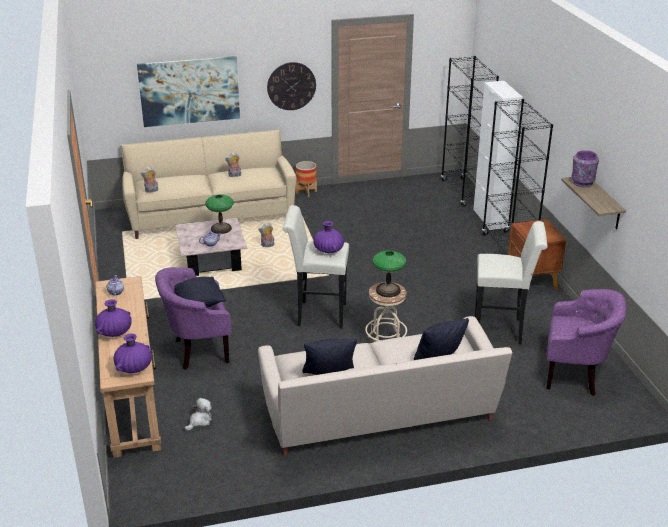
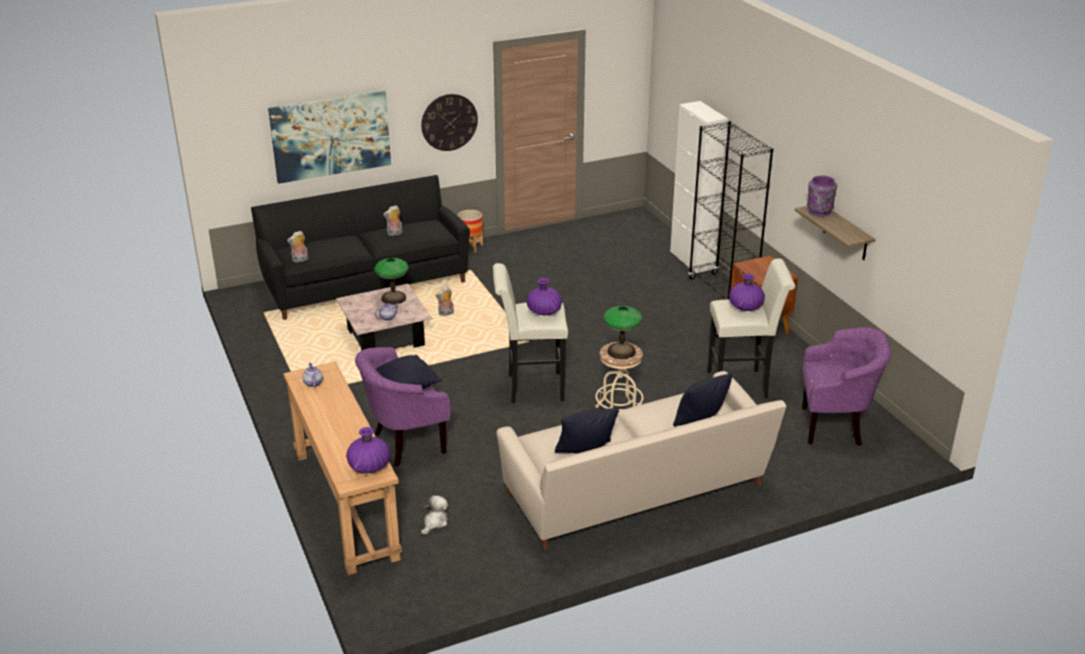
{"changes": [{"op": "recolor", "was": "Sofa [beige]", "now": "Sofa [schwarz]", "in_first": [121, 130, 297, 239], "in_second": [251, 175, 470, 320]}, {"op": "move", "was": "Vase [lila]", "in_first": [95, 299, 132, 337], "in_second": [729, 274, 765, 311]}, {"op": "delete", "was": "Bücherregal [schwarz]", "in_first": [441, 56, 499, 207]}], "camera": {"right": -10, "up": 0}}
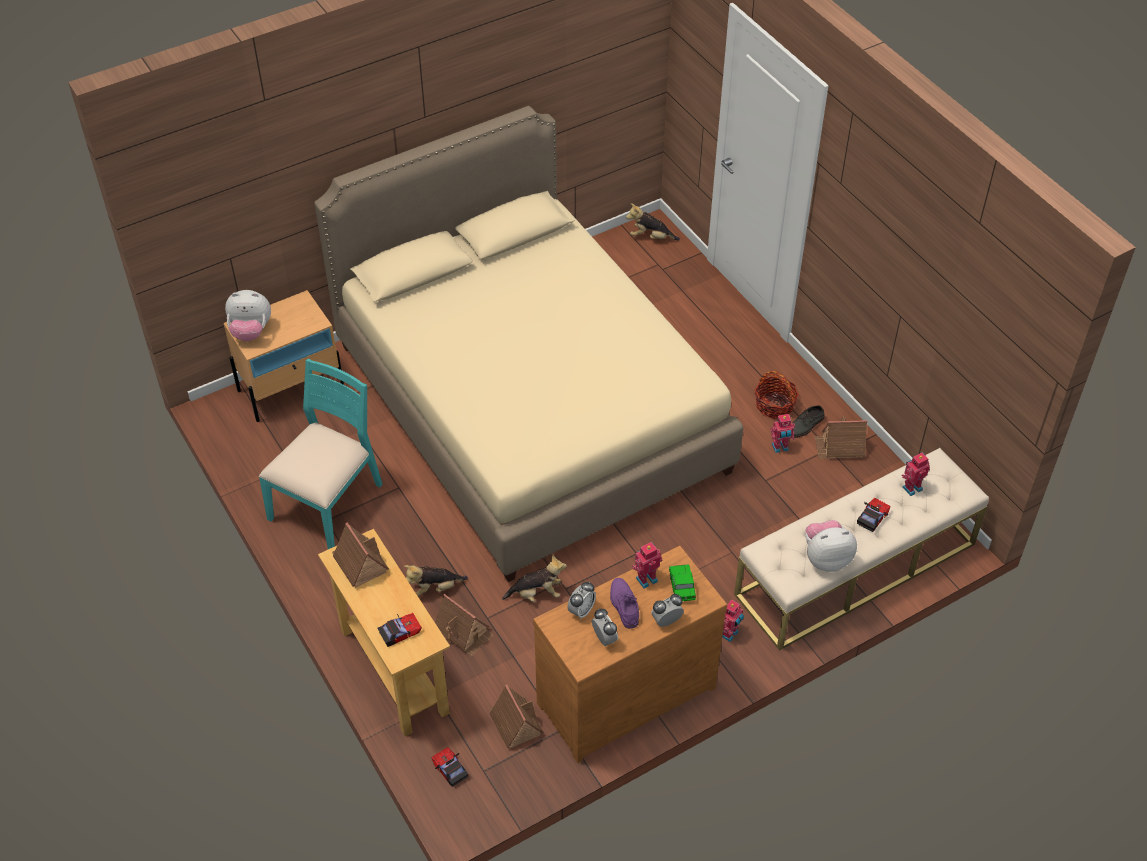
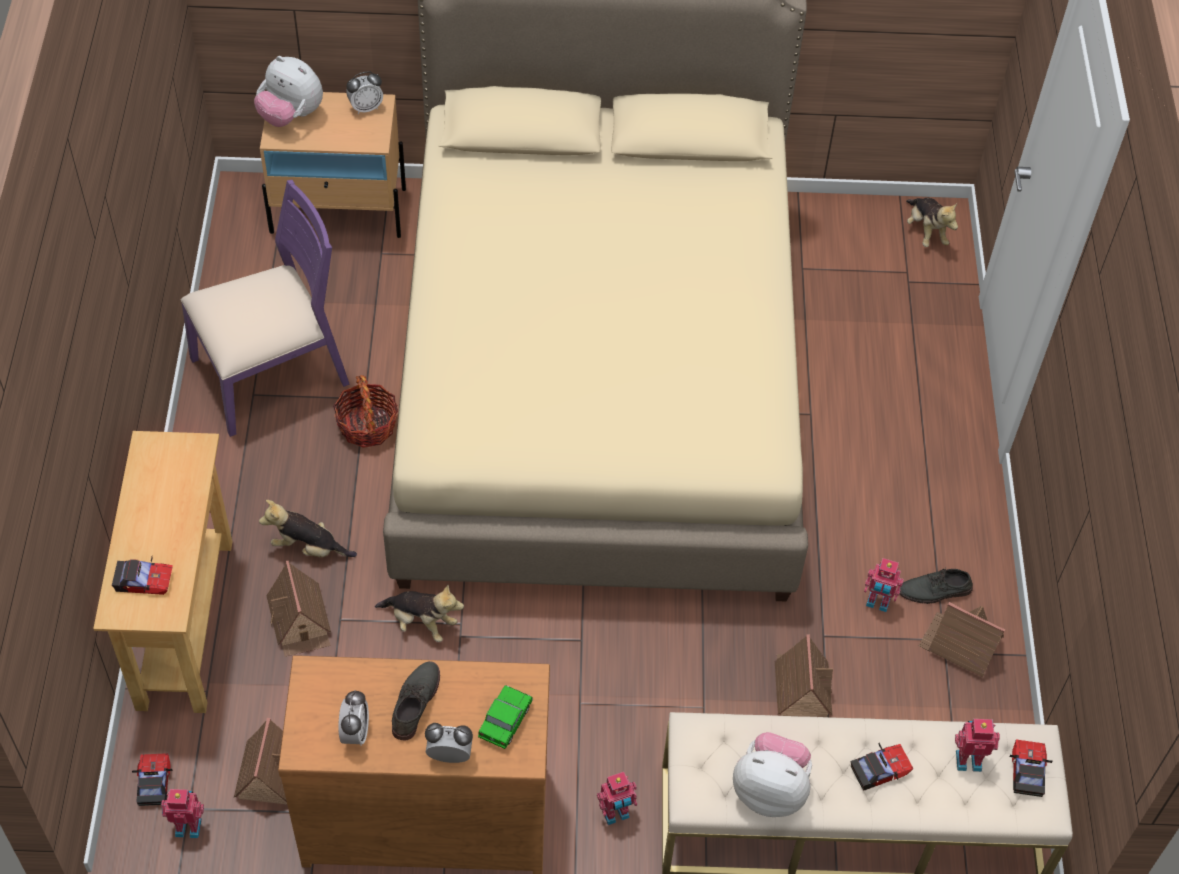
{"changes": [{"op": "move", "was": "Spielzeugroboter", "in_first": [632, 542, 662, 588], "in_second": [161, 789, 204, 838]}, {"op": "recolor", "was": "Stuhl [türkis]", "now": "Stuhl [lila]", "in_first": [259, 359, 383, 549], "in_second": [181, 180, 350, 437]}, {"op": "move", "was": "Korb", "in_first": [755, 371, 799, 419], "in_second": [333, 375, 398, 448]}, {"op": "move", "was": "Wecker", "in_first": [567, 581, 596, 619], "in_second": [346, 71, 383, 114]}, {"op": "recolor", "was": "Schuh [lila]", "now": "Schuh [grau]", "in_first": [610, 578, 639, 629], "in_second": [392, 661, 440, 740]}, {"op": "move", "was": "Spielzeughaus", "in_first": [332, 522, 389, 588], "in_second": [775, 634, 833, 717]}, {"op": "rotate", "was": "Plüschtier", "in_first": [626, 203, 680, 240], "in_second": [906, 198, 958, 247], "clockwise": -150}, {"op": "insert", "now": "Spielzeugauto", "in_second": [1010, 740, 1053, 797]}], "camera": {"right": 30, "up": 5}}
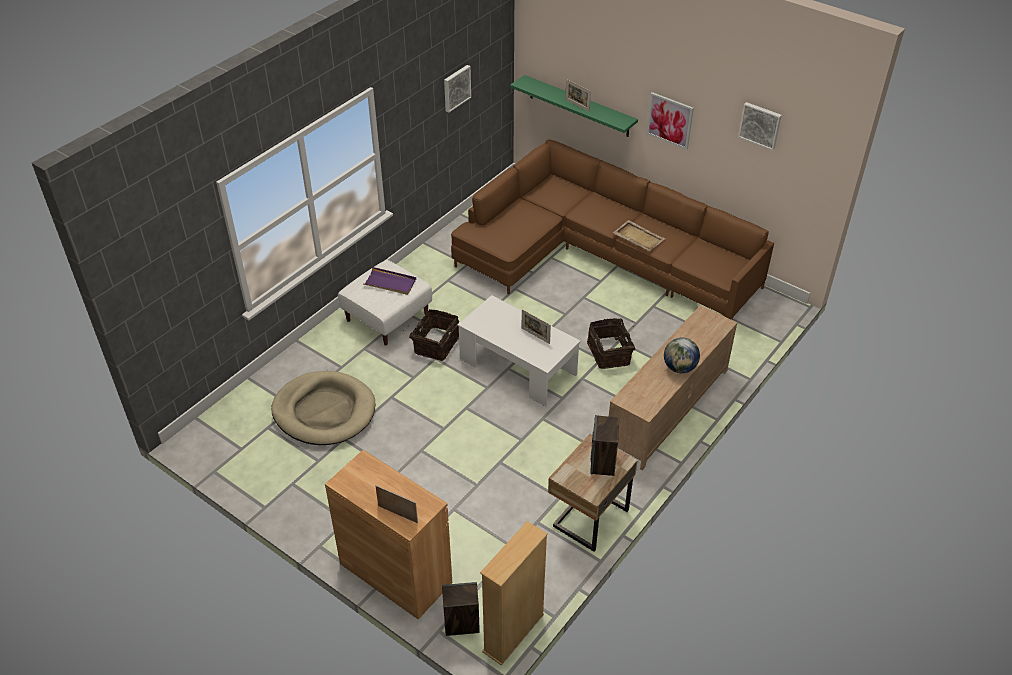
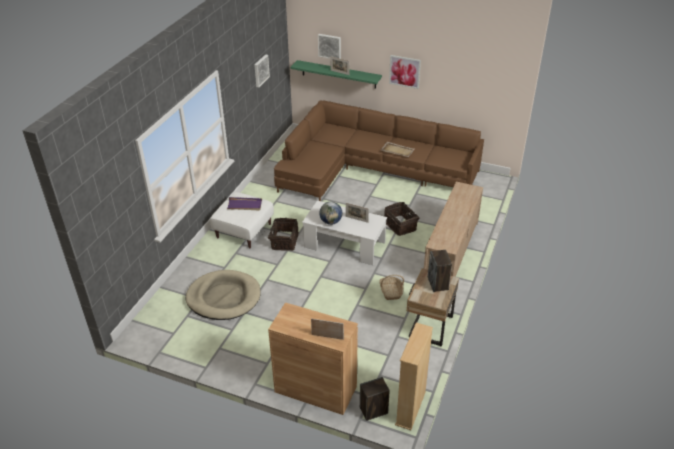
{"changes": [{"op": "move", "was": "Bild", "in_first": [738, 102, 782, 150], "in_second": [318, 34, 341, 59]}, {"op": "move", "was": "Globus", "in_first": [664, 337, 700, 373], "in_second": [319, 202, 342, 225]}, {"op": "insert", "now": "Korb", "in_second": [379, 275, 404, 300]}], "camera": {"right": -15, "up": -5}}
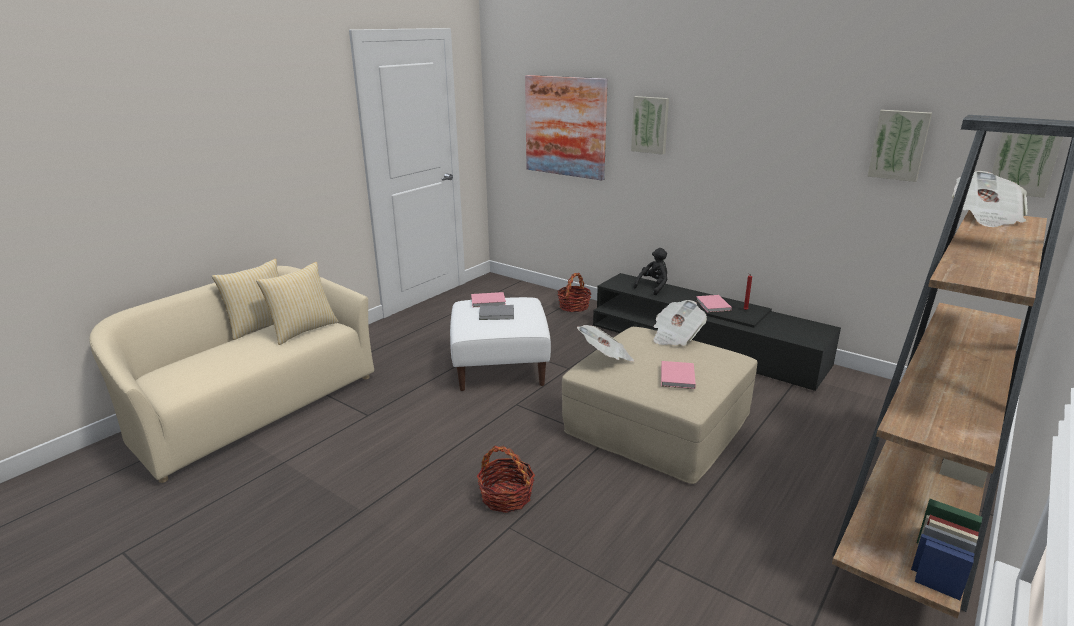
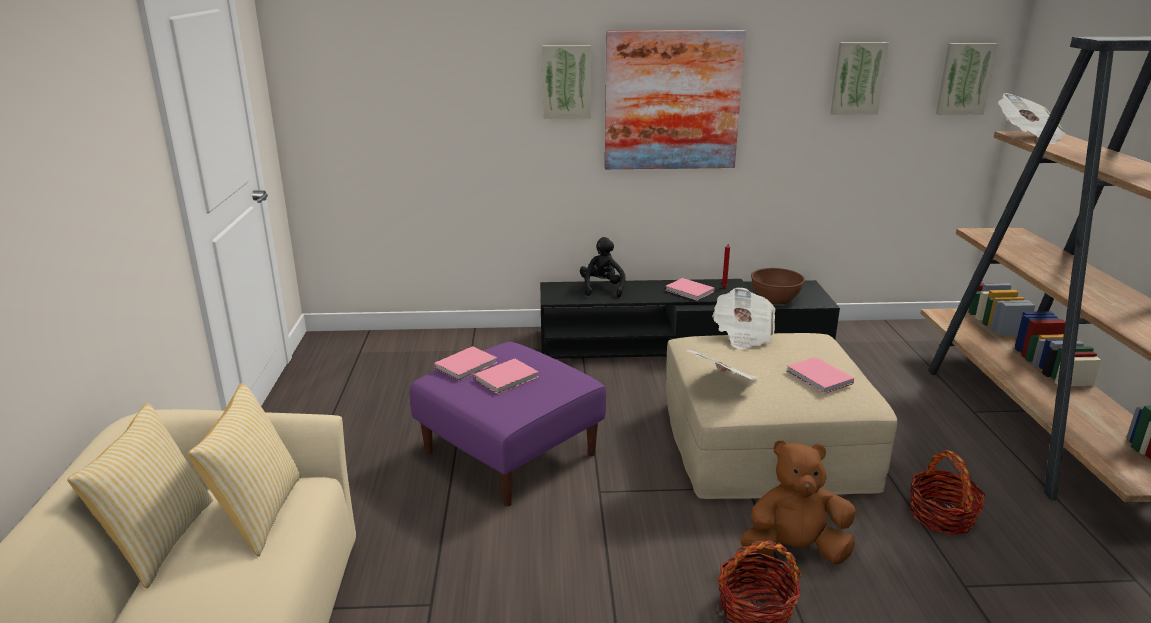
{"changes": [{"op": "recolor", "was": "Polsterhocker [weiß]", "now": "Polsterhocker [lila]", "in_first": [450, 297, 551, 391], "in_second": [409, 342, 606, 506]}, {"op": "recolor", "was": "Buch [grau]", "now": "Buch [rosa]", "in_first": [479, 305, 514, 320], "in_second": [474, 359, 539, 394]}, {"op": "move", "was": "Bild", "in_first": [525, 75, 608, 180], "in_second": [605, 30, 746, 169]}, {"op": "insert", "now": "Plüschtier [braun]", "in_second": [740, 440, 856, 564]}, {"op": "insert", "now": "Schüssel [braun]", "in_second": [751, 268, 805, 304]}, {"op": "move", "was": "Korb", "in_first": [558, 273, 591, 312], "in_second": [910, 450, 985, 535]}], "camera": {"right": -40, "up": 0}}
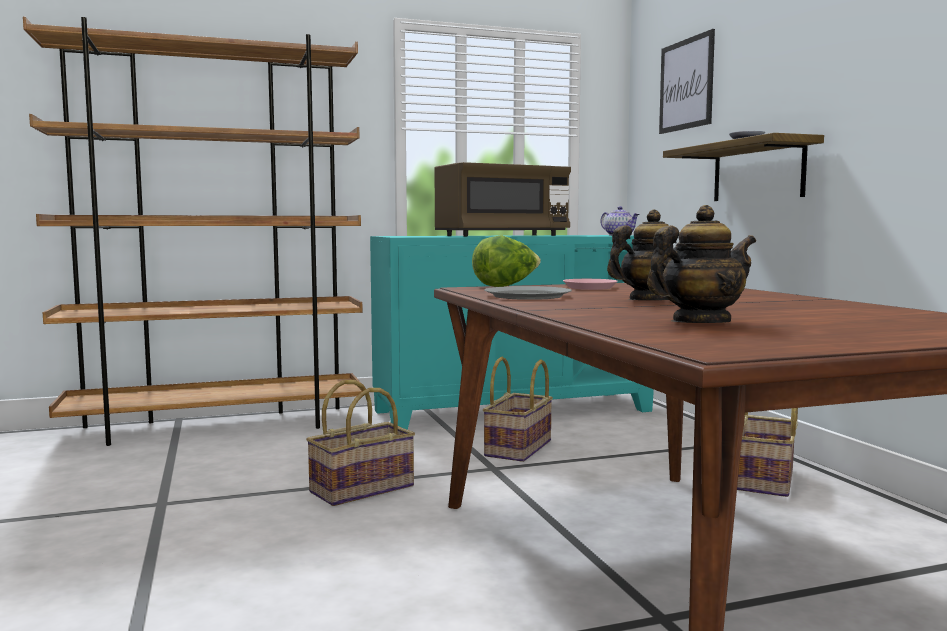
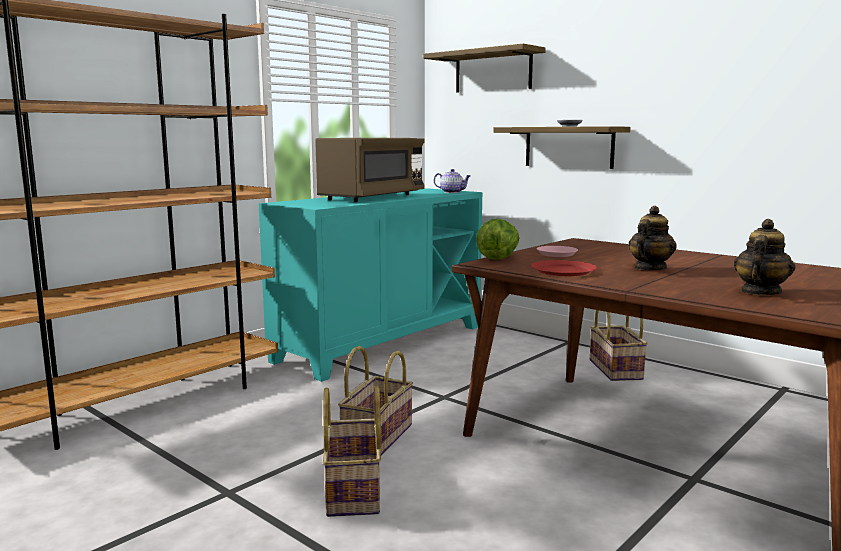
{"changes": [{"op": "move", "was": "Korb", "in_first": [483, 357, 553, 462], "in_second": [322, 386, 381, 517]}, {"op": "replace", "was": "Bild", "now": "Wandregal", "in_first": [659, 29, 715, 134], "in_second": [423, 44, 546, 92]}, {"op": "recolor", "was": "Teller [grau]", "now": "Teller [rot]", "in_first": [484, 286, 572, 300], "in_second": [530, 260, 598, 276]}], "camera": {"right": -30, "up": 5}}
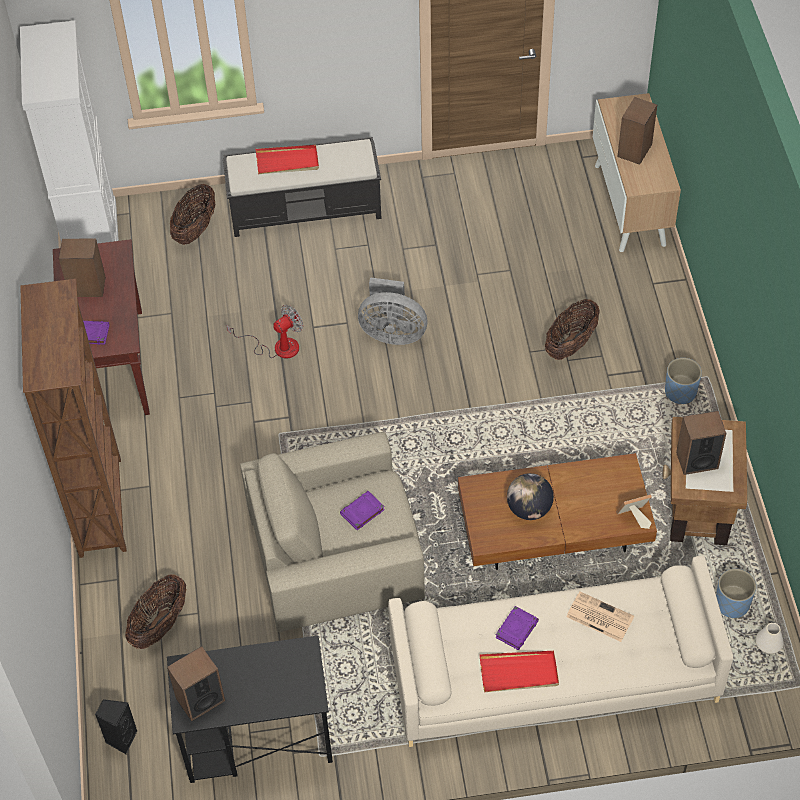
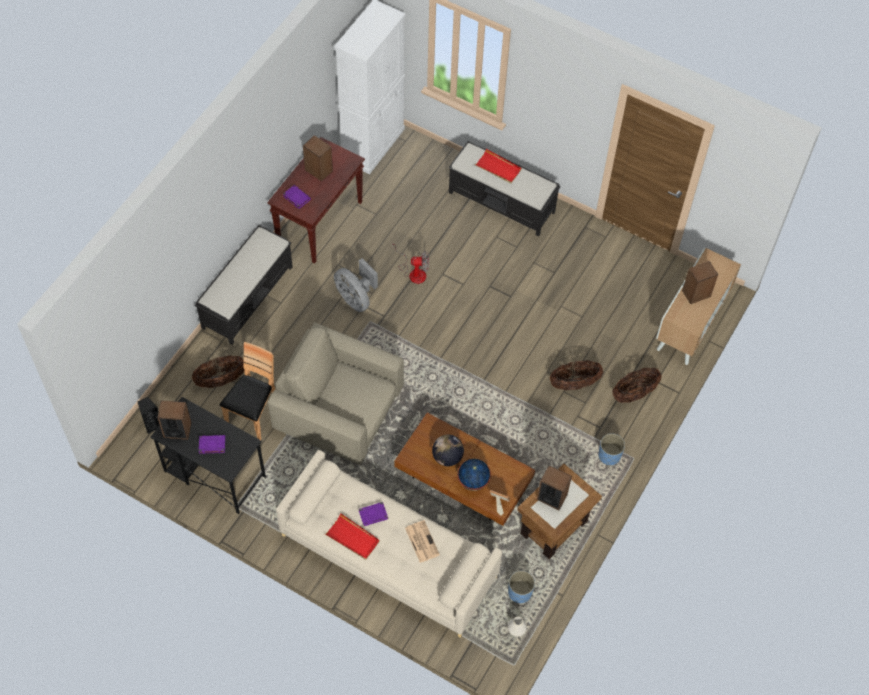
{"changes": [{"op": "replace", "was": "Bücherregal [braun]", "now": "Bank [schwarz]", "in_first": [20, 279, 127, 558], "in_second": [195, 225, 293, 345]}, {"op": "move", "was": "Buch [lila]", "in_first": [340, 491, 385, 530], "in_second": [199, 435, 225, 454]}, {"op": "insert", "now": "Stuhl [braun]", "in_second": [219, 342, 275, 440]}, {"op": "move", "was": "Ventilator [grau]", "in_first": [358, 277, 427, 345], "in_second": [334, 258, 378, 312]}, {"op": "insert", "now": "Globus", "in_second": [458, 459, 491, 491]}, {"op": "move", "was": "Korb", "in_first": [170, 184, 216, 245], "in_second": [613, 368, 661, 403]}], "camera": {"right": 35, "up": 5}}
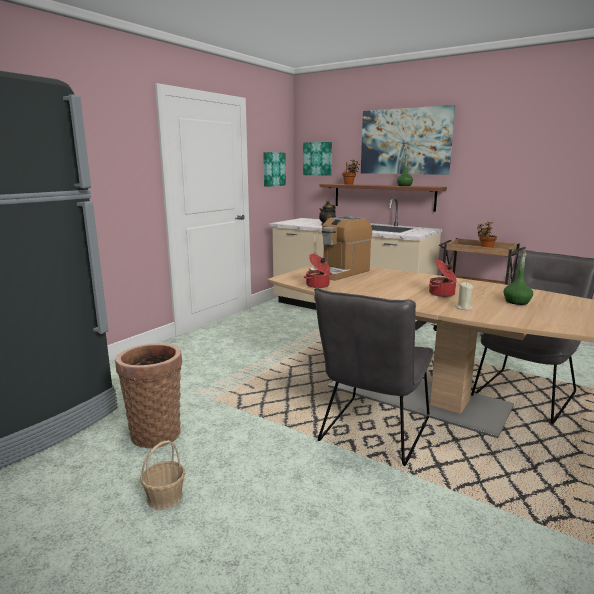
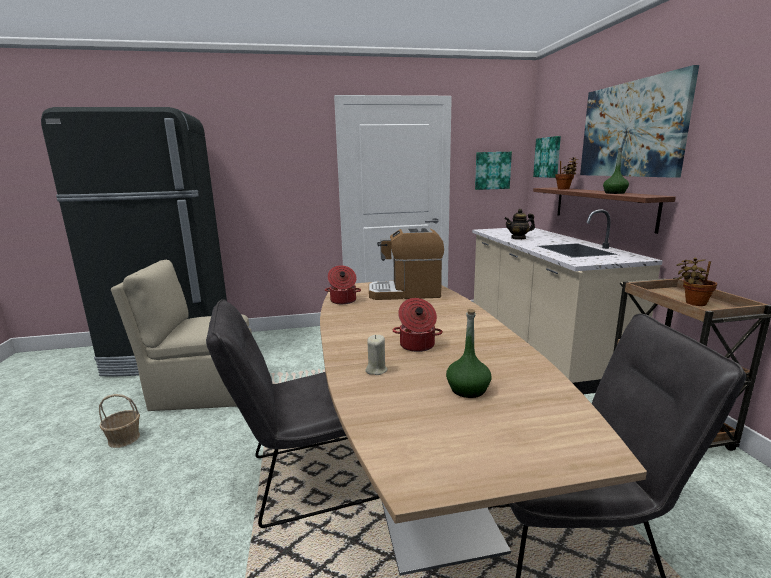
{"changes": [{"op": "replace", "was": "Korb", "now": "Stuhl [beige]", "in_first": [115, 343, 182, 448], "in_second": [111, 260, 252, 411]}], "camera": {"right": 45, "up": 0}}
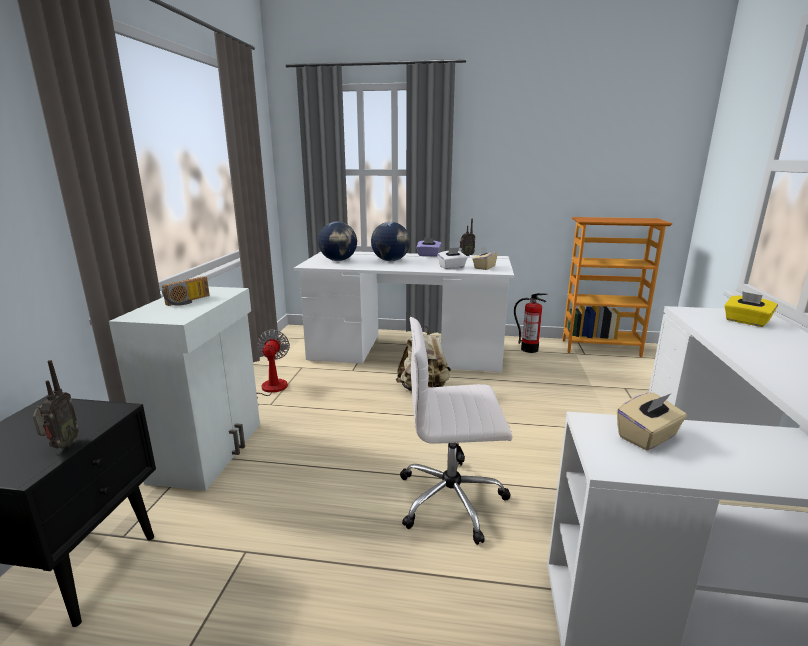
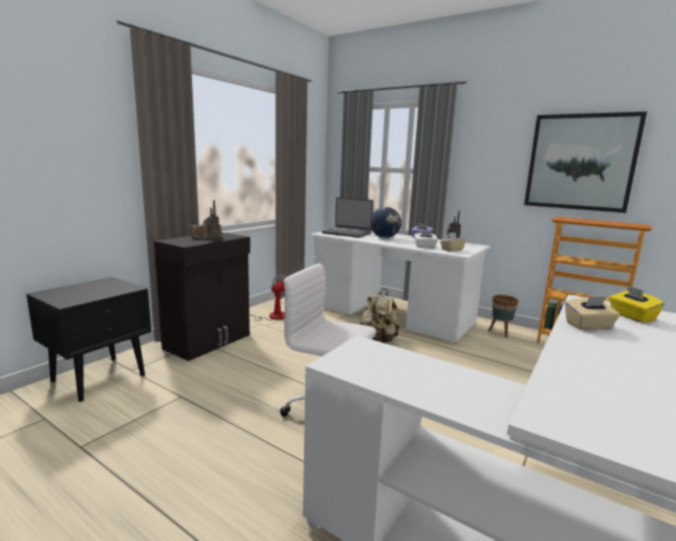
{"changes": [{"op": "recolor", "was": "Schrank [weiß]", "now": "Schrank [schwarz]", "in_first": [109, 287, 260, 491], "in_second": [154, 232, 250, 361]}, {"op": "move", "was": "Radio", "in_first": [33, 360, 79, 448], "in_second": [203, 200, 220, 241]}, {"op": "replace", "was": "Globus", "now": "Laptop", "in_first": [318, 222, 357, 261], "in_second": [322, 197, 374, 238]}, {"op": "replace", "was": "Feuerlöscher", "now": "Pflanzkübel [braun]", "in_first": [514, 293, 547, 353], "in_second": [488, 295, 519, 337]}, {"op": "insert", "now": "Bild", "in_second": [524, 112, 647, 213]}, {"op": "move", "was": "Taschentuchbox [beige]", "in_first": [617, 393, 687, 450], "in_second": [565, 296, 620, 330]}], "camera": {"right": 25, "up": -5}}
